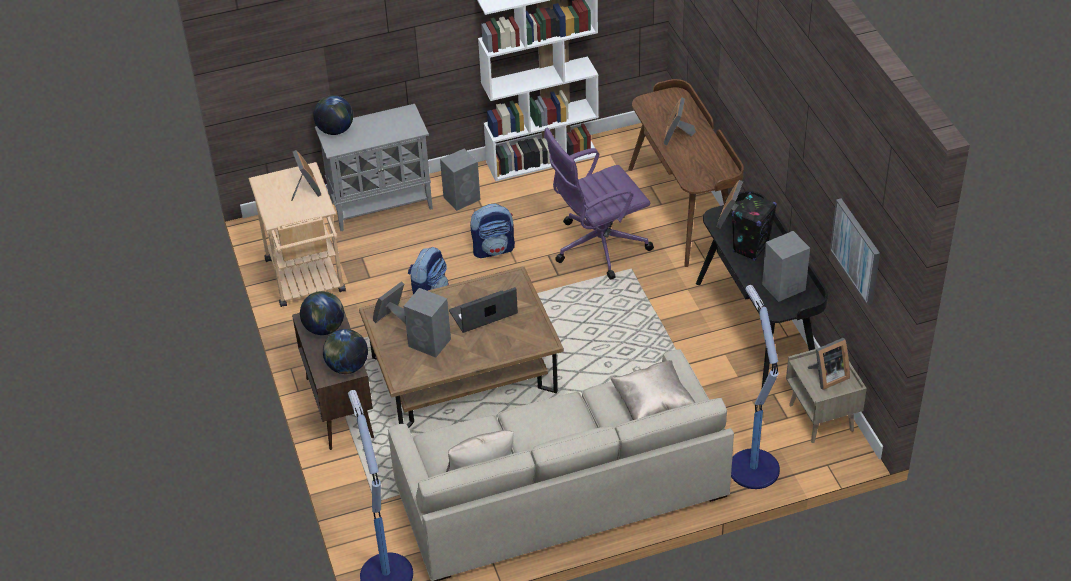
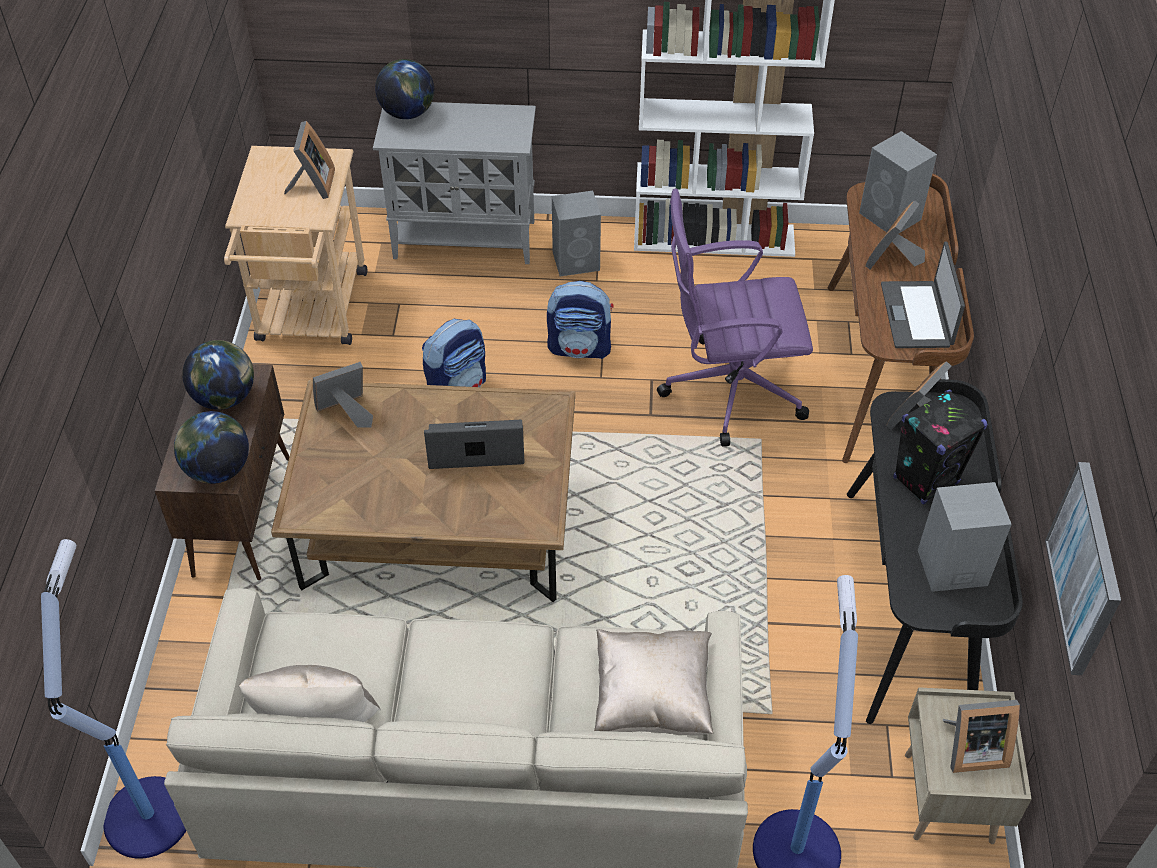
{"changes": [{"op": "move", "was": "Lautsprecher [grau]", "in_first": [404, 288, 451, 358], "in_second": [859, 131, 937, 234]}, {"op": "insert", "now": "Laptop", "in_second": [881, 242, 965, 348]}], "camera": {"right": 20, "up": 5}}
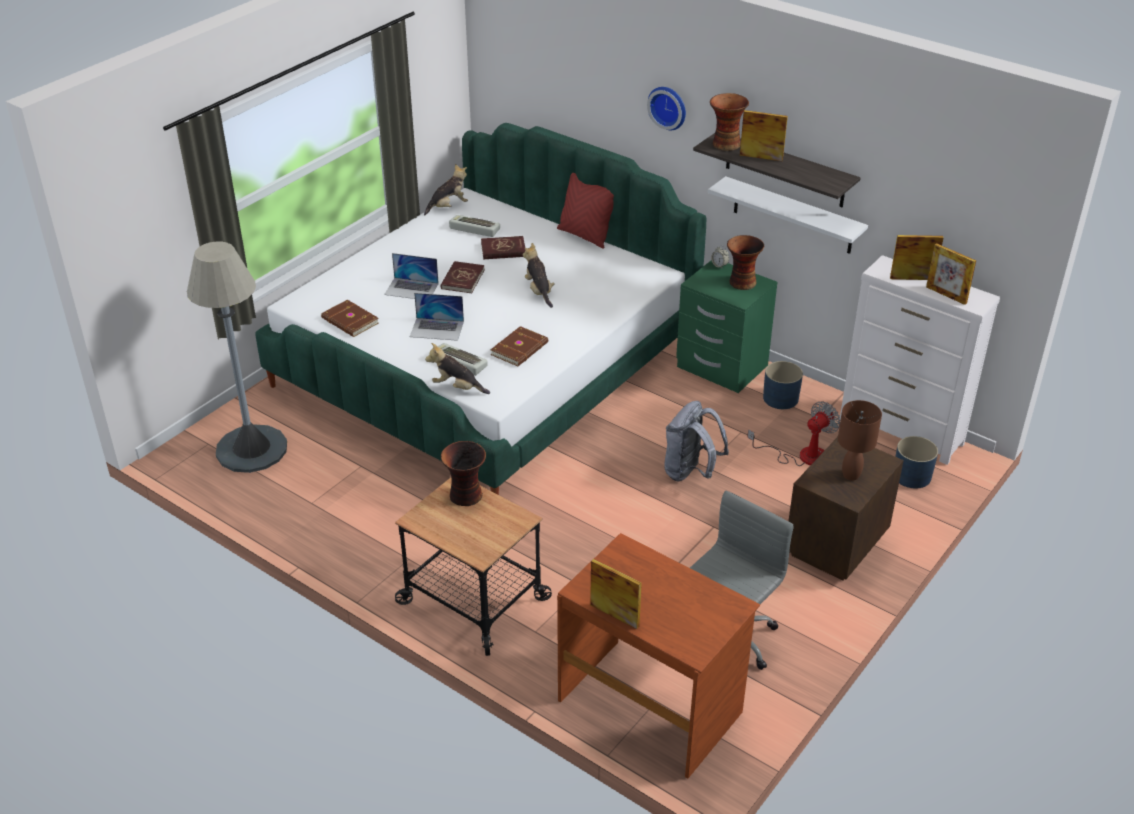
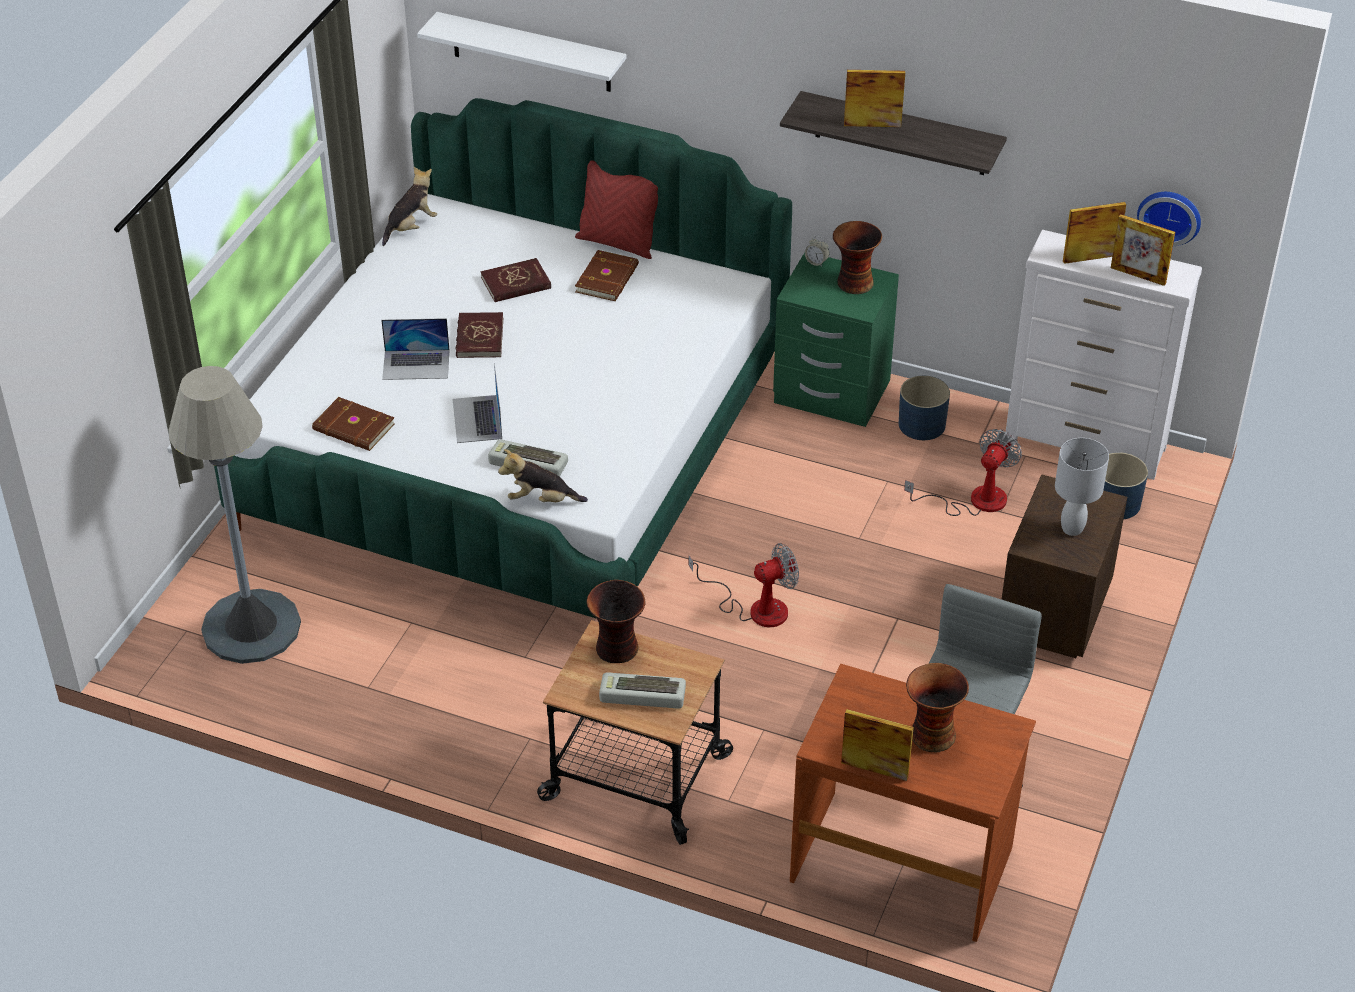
{"changes": [{"op": "move", "was": "Wandregal [weiß]", "in_first": [708, 176, 868, 254], "in_second": [417, 12, 627, 92]}, {"op": "rotate", "was": "Laptop", "in_first": [410, 293, 464, 341], "in_second": [453, 363, 502, 443], "clockwise": 90}, {"op": "move", "was": "Buch [braun]", "in_first": [491, 326, 548, 366], "in_second": [575, 250, 639, 301]}, {"op": "move", "was": "Tastatur", "in_first": [449, 215, 500, 237], "in_second": [599, 672, 686, 709]}, {"op": "insert", "now": "Ventilator", "in_second": [689, 543, 799, 627]}, {"op": "move", "was": "Vase", "in_first": [710, 93, 749, 151], "in_second": [906, 663, 969, 752]}, {"op": "recolor", "was": "Tischlampe [braun]", "now": "Tischlampe [weiß]", "in_first": [838, 400, 882, 480], "in_second": [1055, 438, 1109, 536]}, {"op": "move", "was": "Wanduhr", "in_first": [647, 87, 686, 130], "in_second": [1137, 192, 1201, 246]}, {"op": "delete", "was": "Plüschtier", "in_first": [523, 243, 555, 308]}, {"op": "delete", "was": "Rucksack [grau]", "in_first": [664, 401, 729, 481]}], "camera": {"right": -15, "up": 5}}
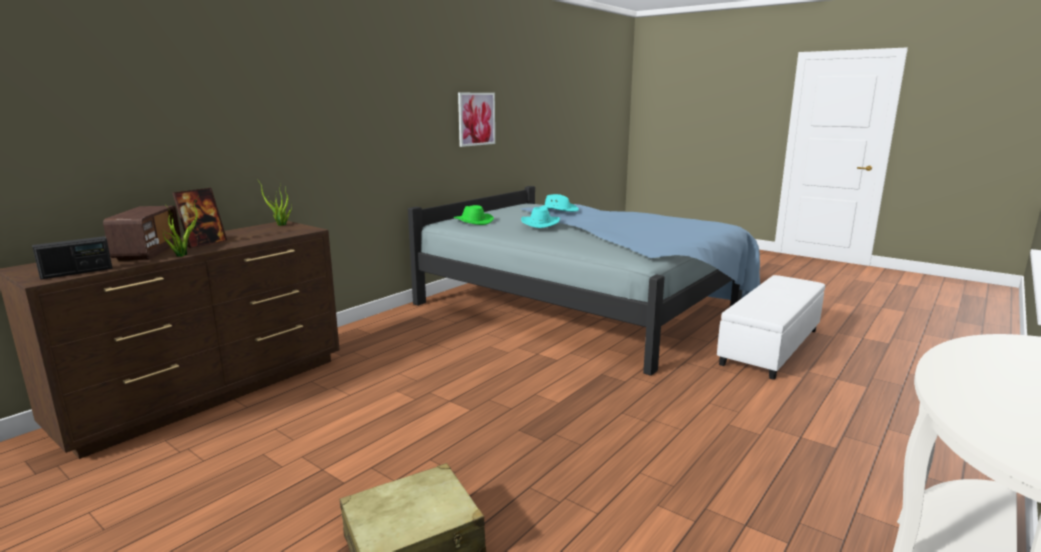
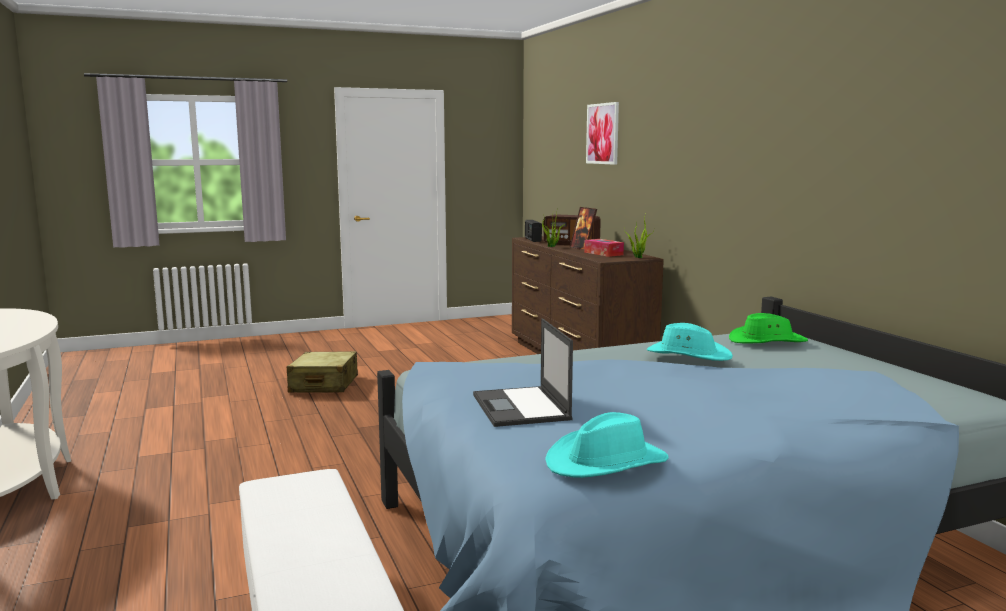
{"changes": [{"op": "insert", "now": "Laptop", "in_second": [473, 318, 573, 427]}, {"op": "move", "was": "Hut [türkis]", "in_first": [539, 194, 579, 212], "in_second": [545, 412, 669, 478]}, {"op": "insert", "now": "Taschentuchbox", "in_second": [584, 239, 624, 257]}, {"op": "move", "was": "Bild", "in_first": [458, 93, 495, 147], "in_second": [586, 102, 619, 165]}], "camera": {"right": 120, "up": -5}}
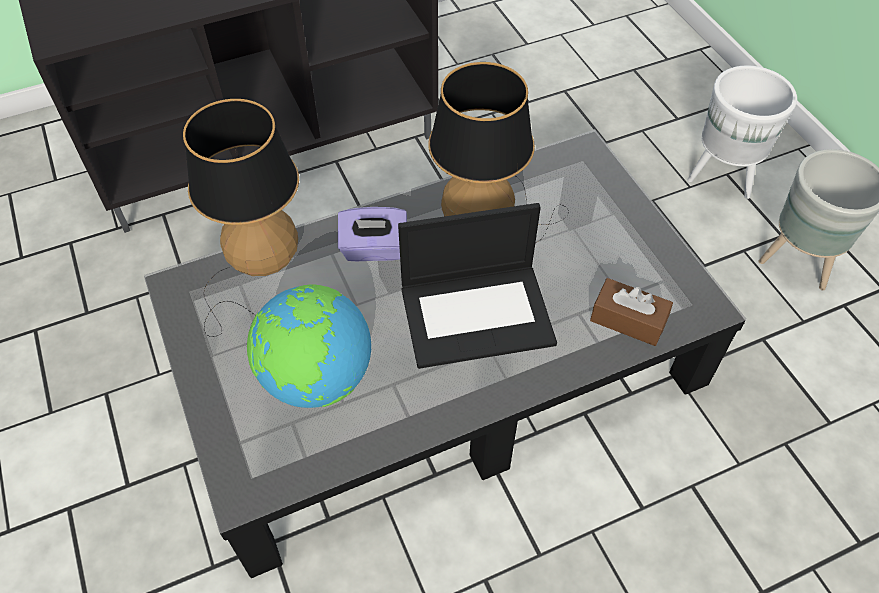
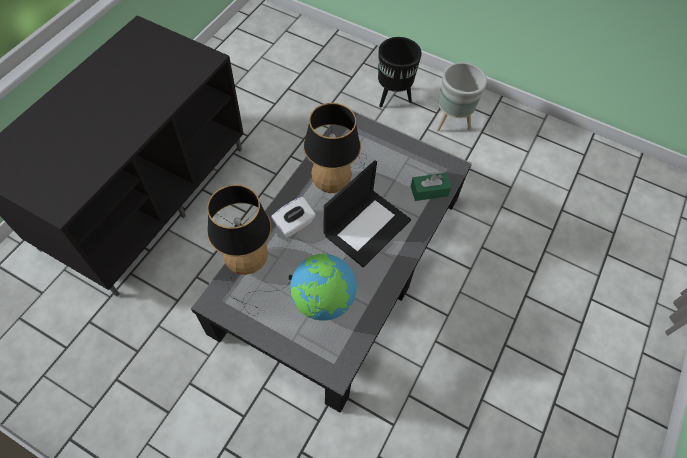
{"changes": [{"op": "recolor", "was": "Taschentuchbox [lila]", "now": "Taschentuchbox [weiß]", "in_first": [338, 207, 407, 261], "in_second": [271, 197, 316, 238]}, {"op": "recolor", "was": "Pflanzkübel [weiß]", "now": "Pflanzkübel [schwarz]", "in_first": [687, 65, 797, 199], "in_second": [378, 37, 422, 108]}, {"op": "recolor", "was": "Taschentuchbox [braun]", "now": "Taschentuchbox [grün]", "in_first": [590, 278, 673, 346], "in_second": [411, 173, 451, 201]}], "camera": {"right": -40, "up": 5}}
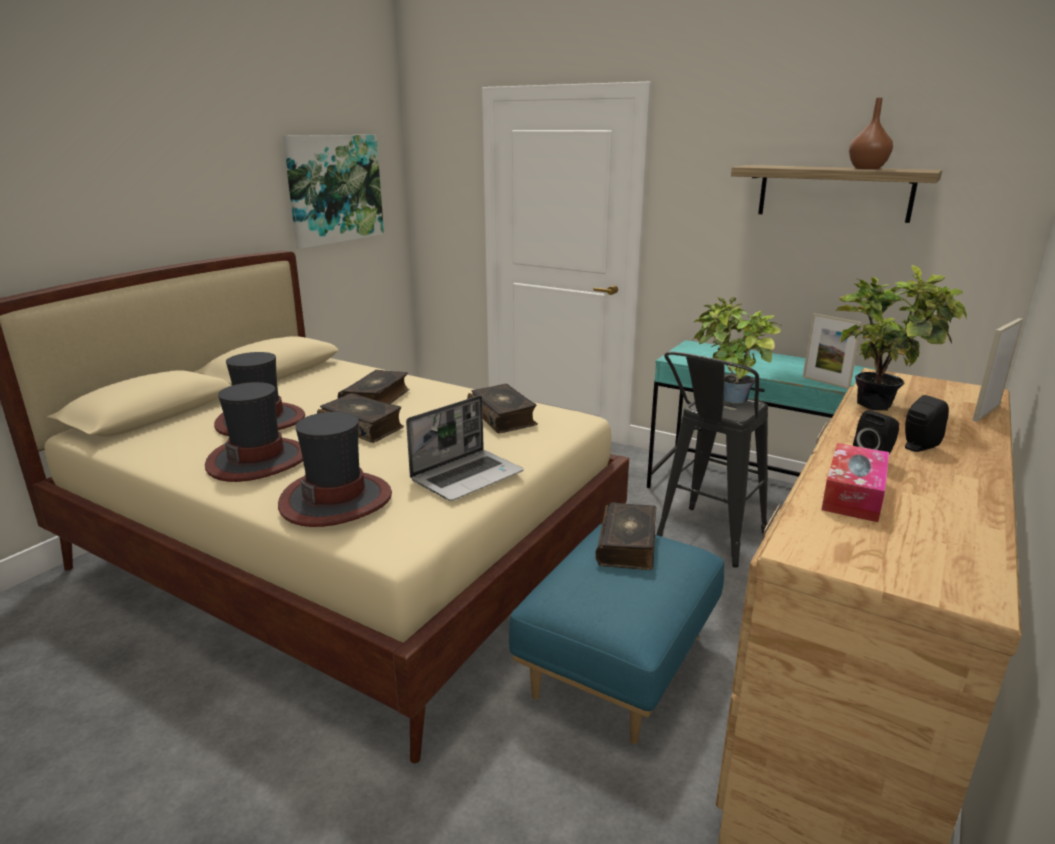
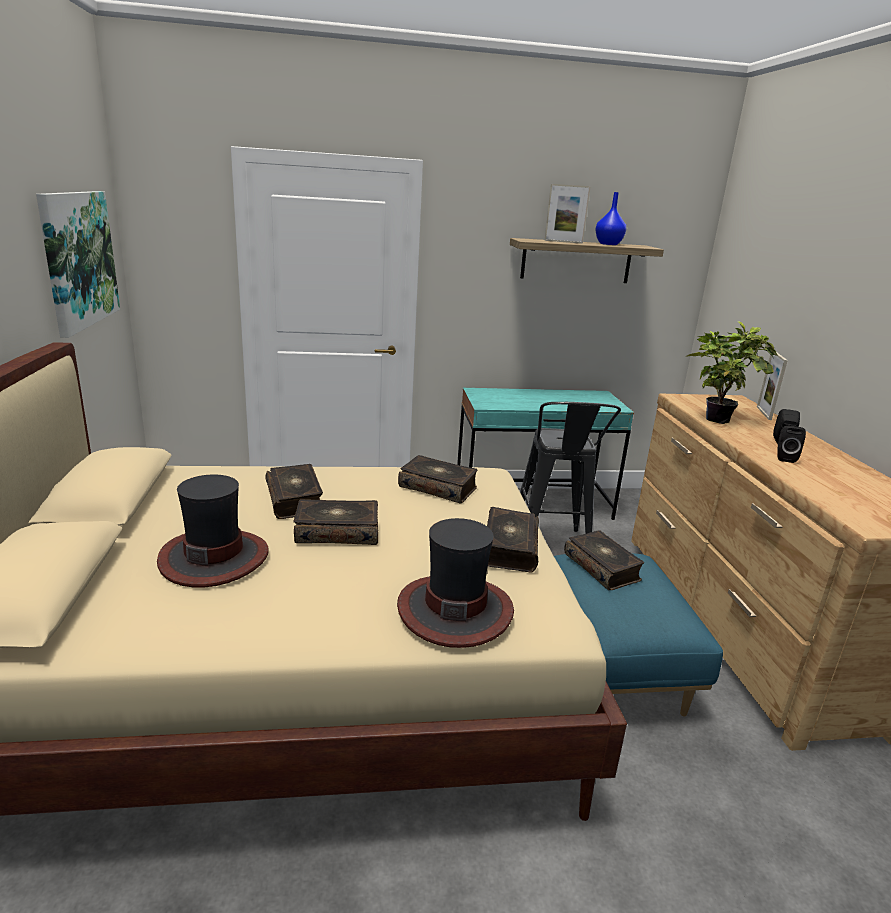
{"changes": [{"op": "replace", "was": "Laptop", "now": "Buch", "in_first": [406, 395, 524, 501], "in_second": [487, 507, 539, 573]}, {"op": "move", "was": "Bilderrahmen", "in_first": [803, 313, 862, 389], "in_second": [544, 184, 591, 244]}, {"op": "recolor", "was": "Vase [braun]", "now": "Vase [blau]", "in_first": [849, 98, 893, 169], "in_second": [595, 192, 626, 245]}, {"op": "delete", "was": "Hut", "in_first": [205, 382, 303, 482]}, {"op": "delete", "was": "Topfpflanze", "in_first": [693, 297, 782, 404]}, {"op": "delete", "was": "Taschentuchbox", "in_first": [821, 443, 889, 522]}], "camera": {"right": -40, "up": 0}}
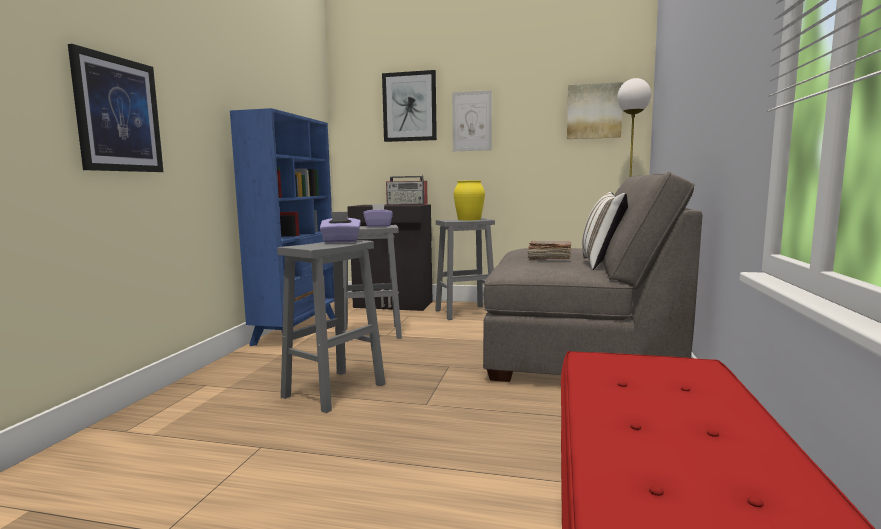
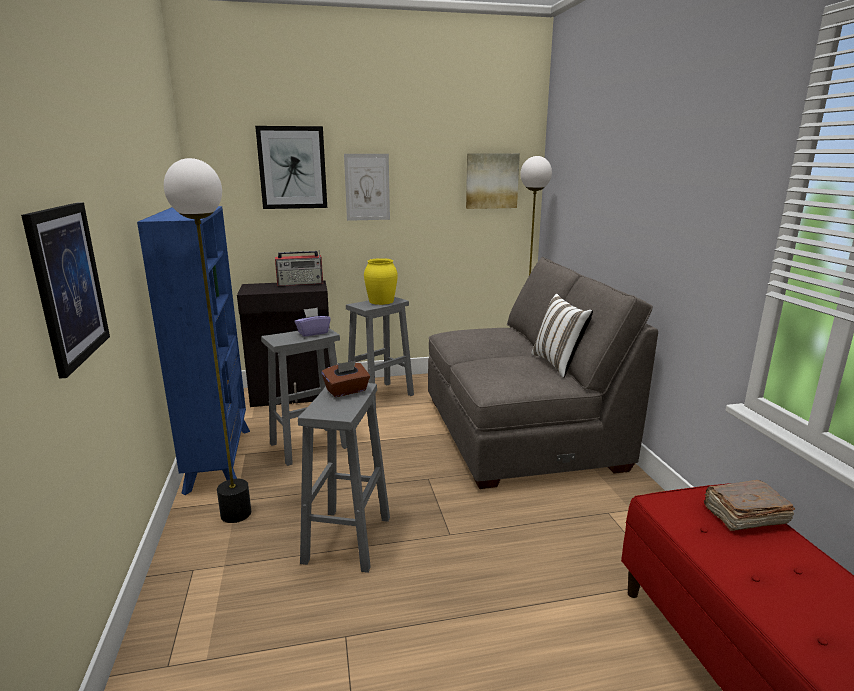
{"changes": [{"op": "insert", "now": "Stehlampe", "in_second": [164, 158, 251, 523]}, {"op": "recolor", "was": "Taschentuchbox [lila]", "now": "Taschentuchbox [braun]", "in_first": [320, 212, 361, 243], "in_second": [322, 361, 370, 397]}, {"op": "move", "was": "Buch [braun]", "in_first": [527, 241, 571, 260], "in_second": [704, 480, 795, 531]}], "camera": {"right": -25, "up": 10}}
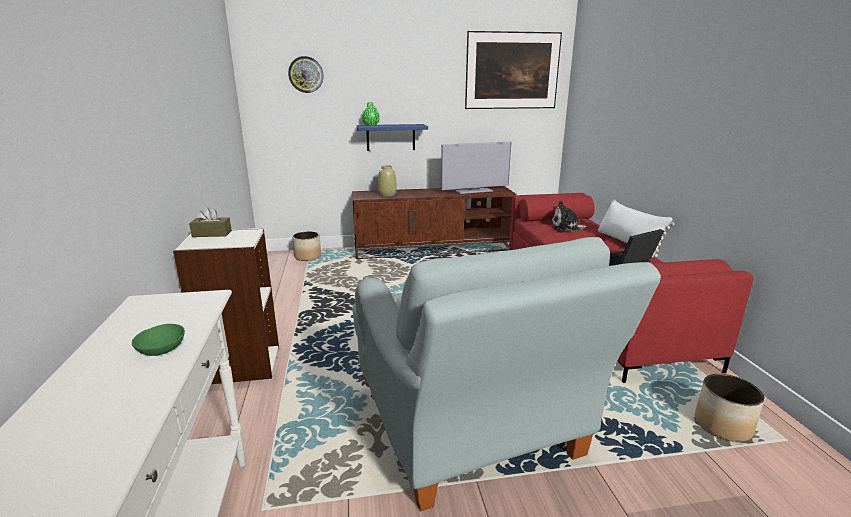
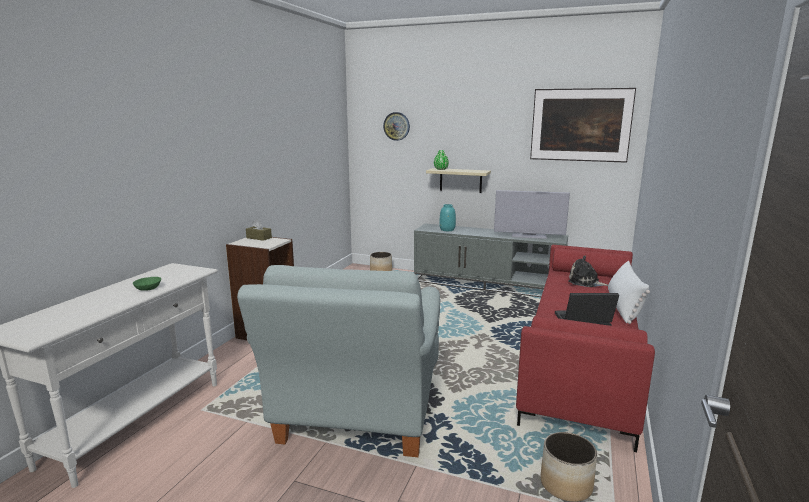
{"changes": [{"op": "recolor", "was": "Fernsehschrank [braun]", "now": "Fernsehschrank [grau]", "in_first": [352, 186, 516, 259], "in_second": [414, 224, 568, 297]}, {"op": "recolor", "was": "Wandregal [blau]", "now": "Wandregal [beige]", "in_first": [356, 124, 428, 151], "in_second": [426, 168, 491, 193]}, {"op": "recolor", "was": "Vase [beige]", "now": "Vase [türkis]", "in_first": [378, 165, 397, 197], "in_second": [439, 204, 456, 231]}], "camera": {"right": 30, "up": -5}}
